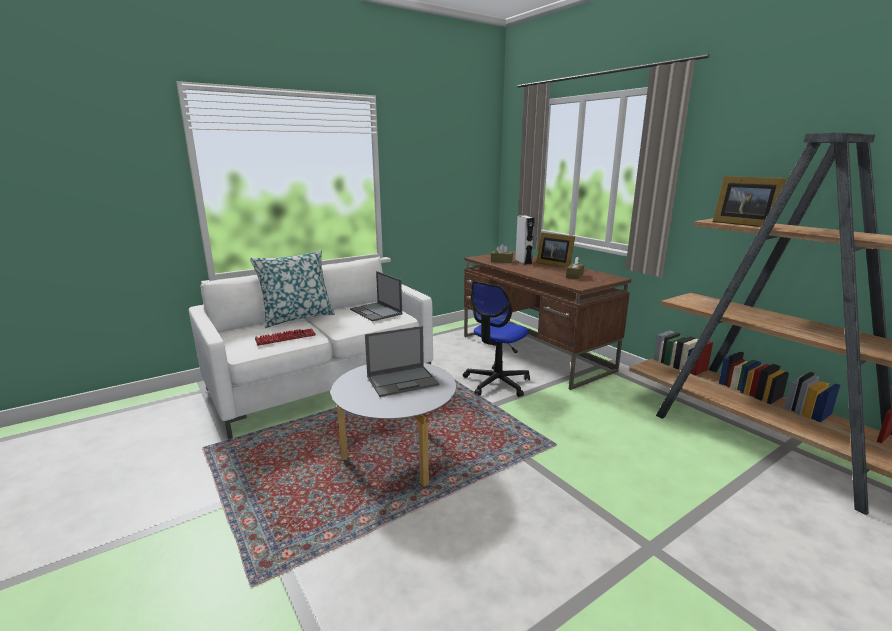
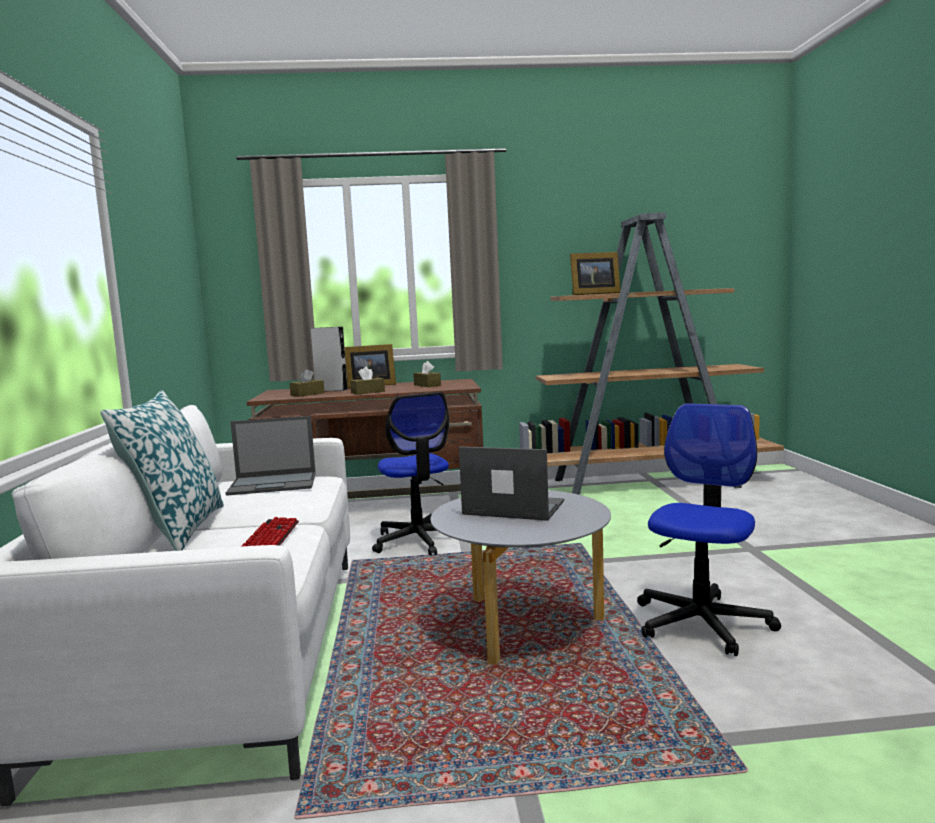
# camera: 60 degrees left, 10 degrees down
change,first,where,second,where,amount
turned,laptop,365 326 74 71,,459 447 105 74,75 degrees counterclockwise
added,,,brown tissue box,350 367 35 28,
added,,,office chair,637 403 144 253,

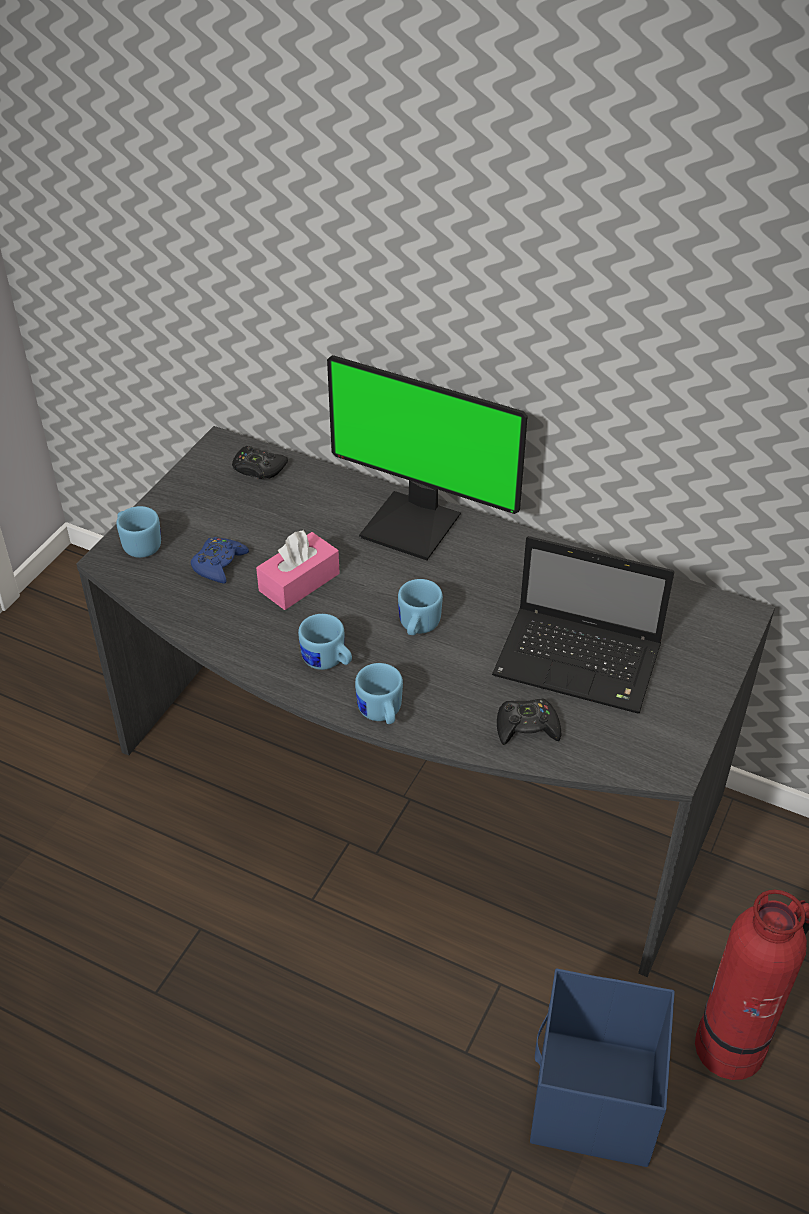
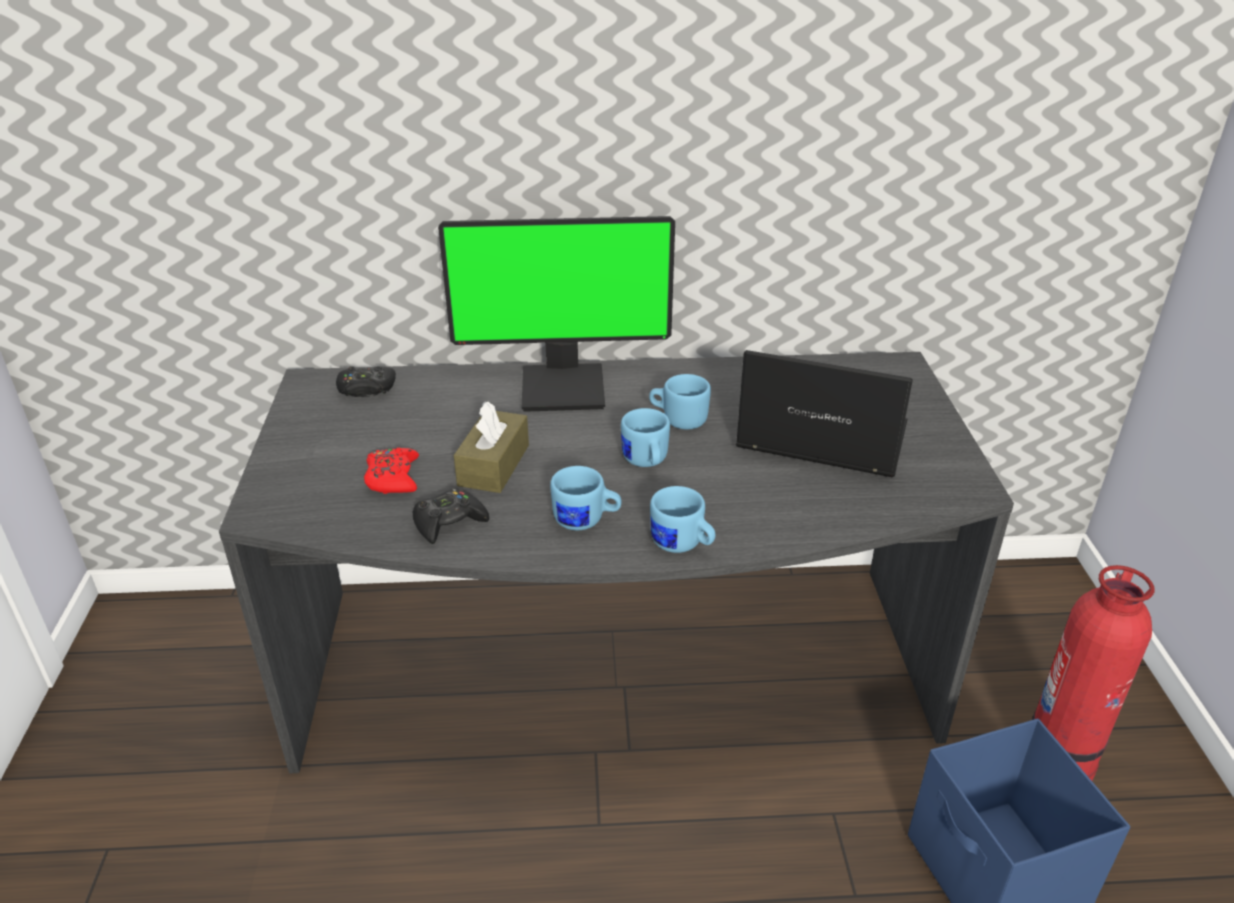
# camera: 30 degrees left, 10 degrees down
change,first,where,second,where,amount
moved,blue mug,116 506 45 52,,649 374 62 55,
recoloured,pink tissue box,256 530 84 80,brown tissue box,454 401 75 92,
turned,laptop,492 536 182 178,,736 350 177 128,150 degrees counterclockwise
recoloured,blue game controller,191 537 58 47,red game controller,364 447 55 47,
moved,black game controller,497 698 64 47,,413 488 76 56,

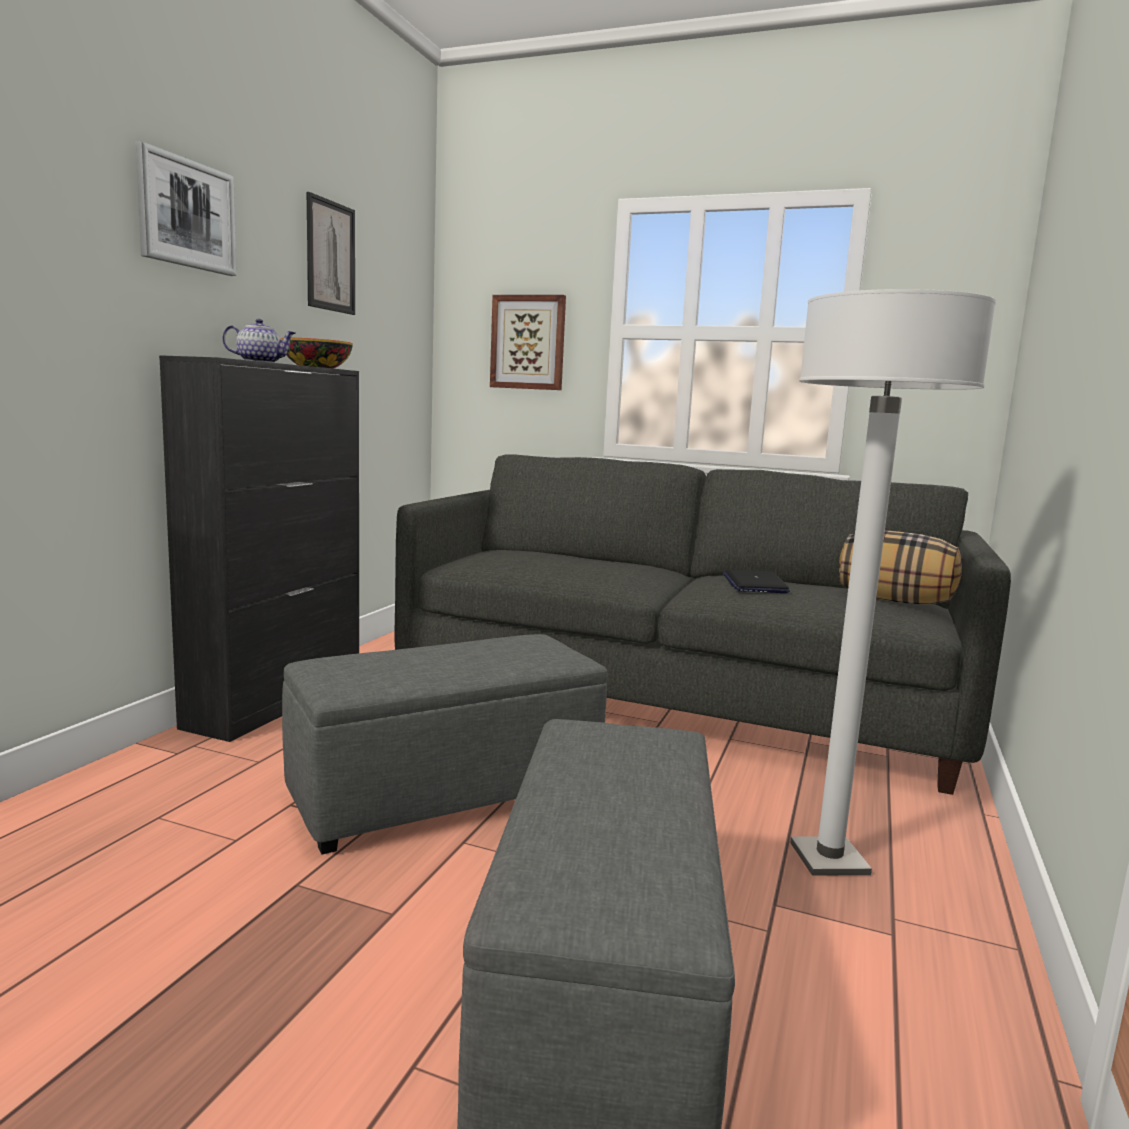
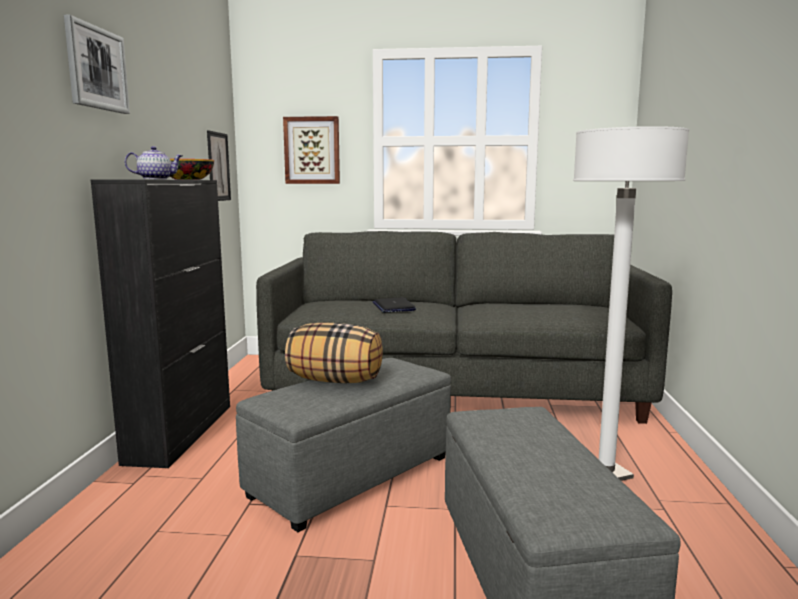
# camera: 15 degrees left, 0 degrees up
change,first,where,second,where,amount
moved,picture,307 192 48 123,,207 130 24 71,
moved,pillow,839 530 123 75,,285 322 98 61,
moved,laptop,723 570 67 23,,372 297 44 15,

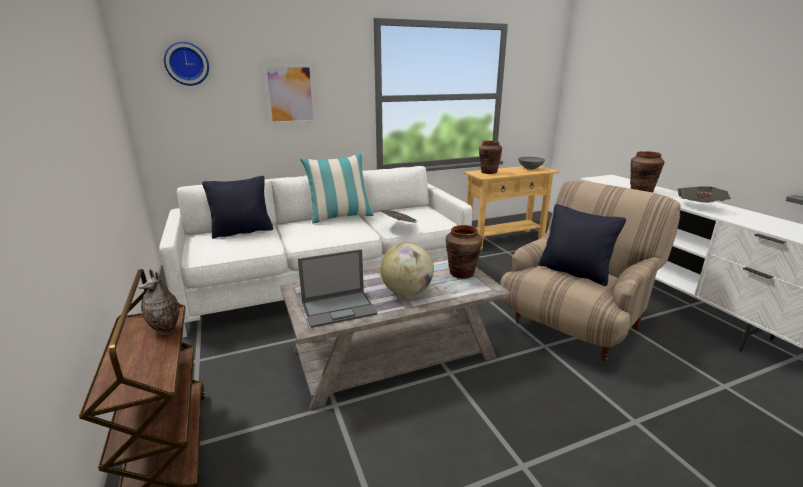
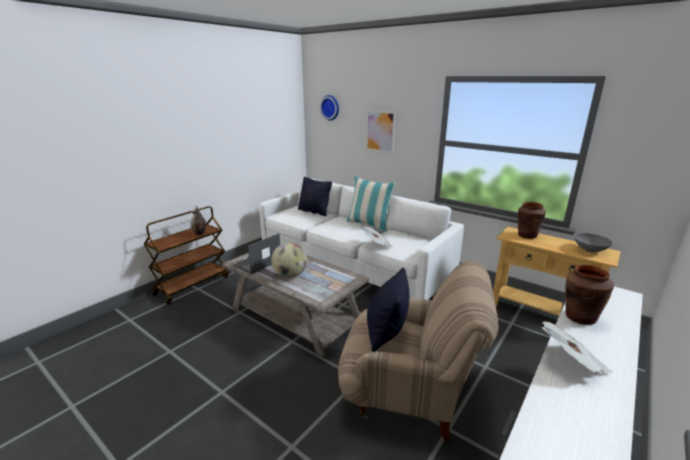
# camera: 60 degrees right, 0 degrees up
change,first,where,second,where,amount
removed,brown vase,446 225 36 54,,,
turned,laptop,298 249 79 79,,233 233 47 41,90 degrees clockwise

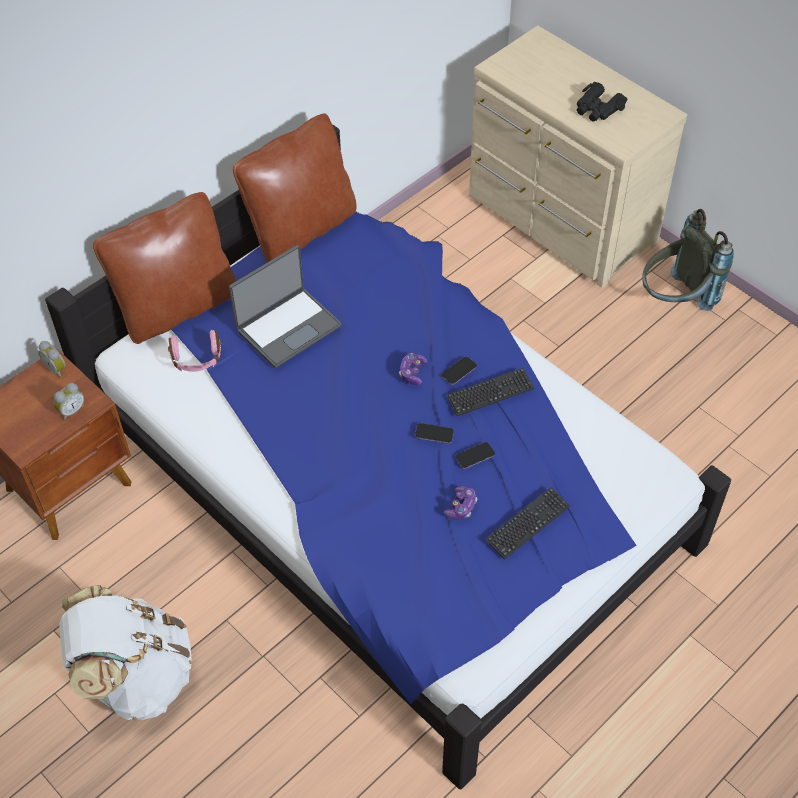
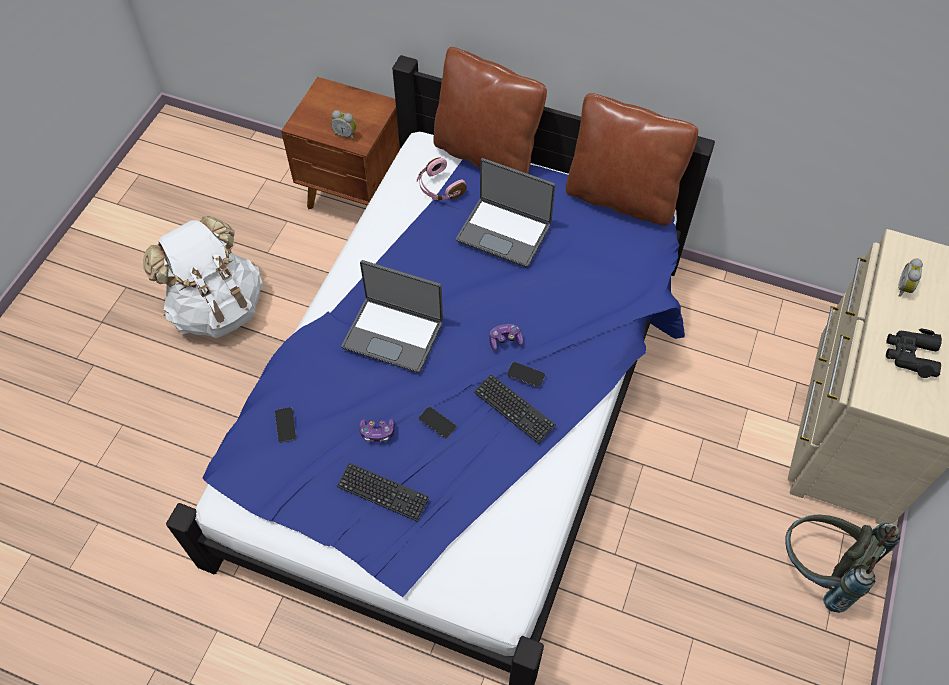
# camera: 65 degrees right, 5 degrees up
change,first,where,second,where,amount
moved,alarm clock,38 341 28 37,,898 258 25 39,
moved,phone,415 423 39 21,,275 407 22 36,
added,,,laptop,341 260 102 113,

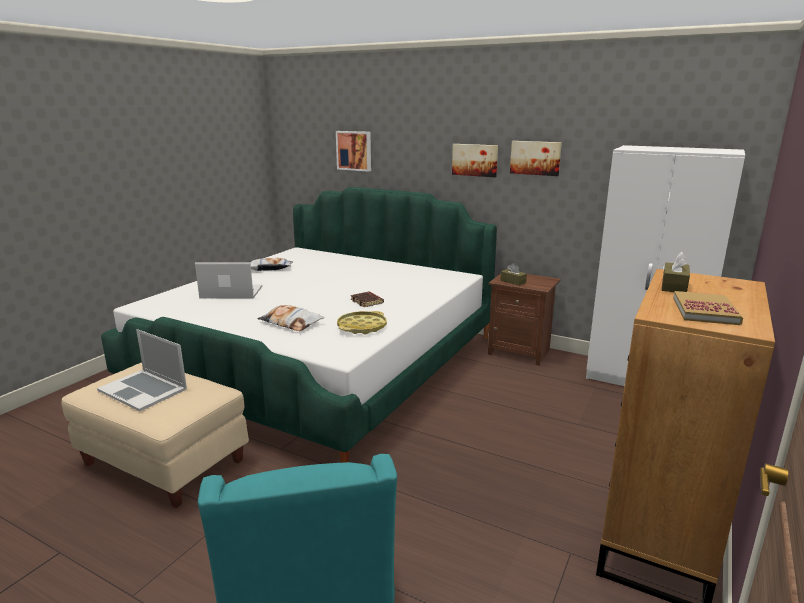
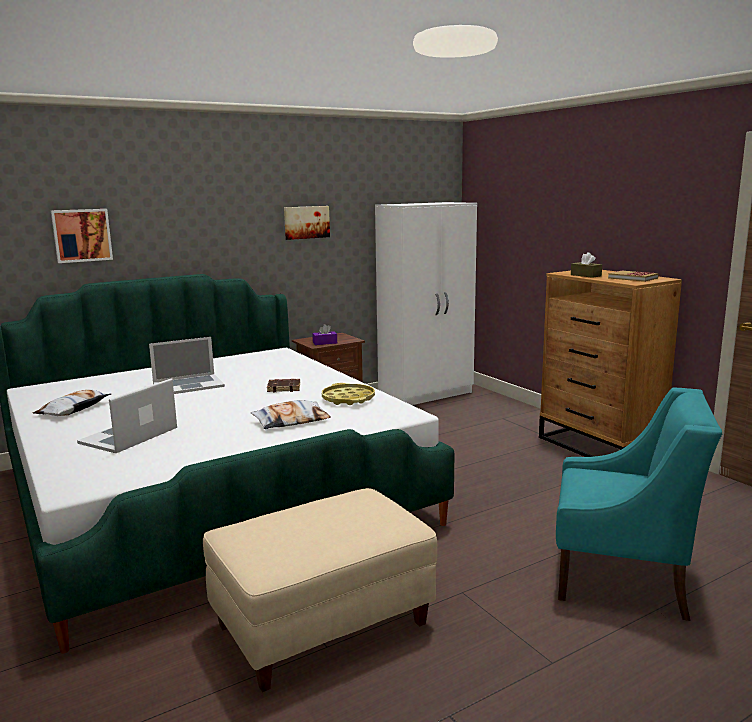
# camera: 60 degrees left, 5 degrees down
change,first,where,second,where,amount
removed,picture,452 144 46 33,,,
recoloured,brown tissue box,500 263 27 23,purple tissue box,313 324 24 21,
moved,laptop,97 329 90 82,,149 337 76 57,

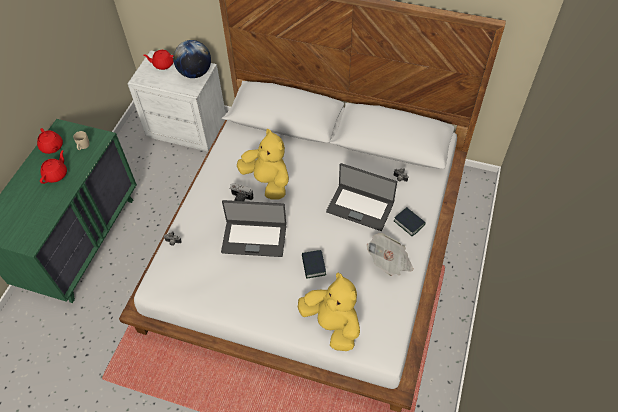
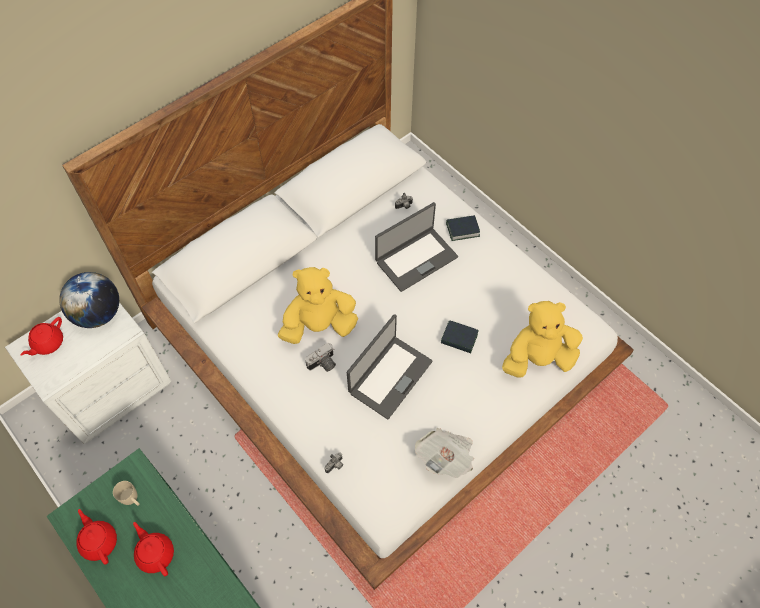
# camera: 60 degrees left, 5 degrees up
change,first,where,second,where,amount
turned,red teapot,37 128 26 26,,76 509 41 56,120 degrees counterclockwise
moved,newspaper,367 233 47 43,,415 428 59 50,

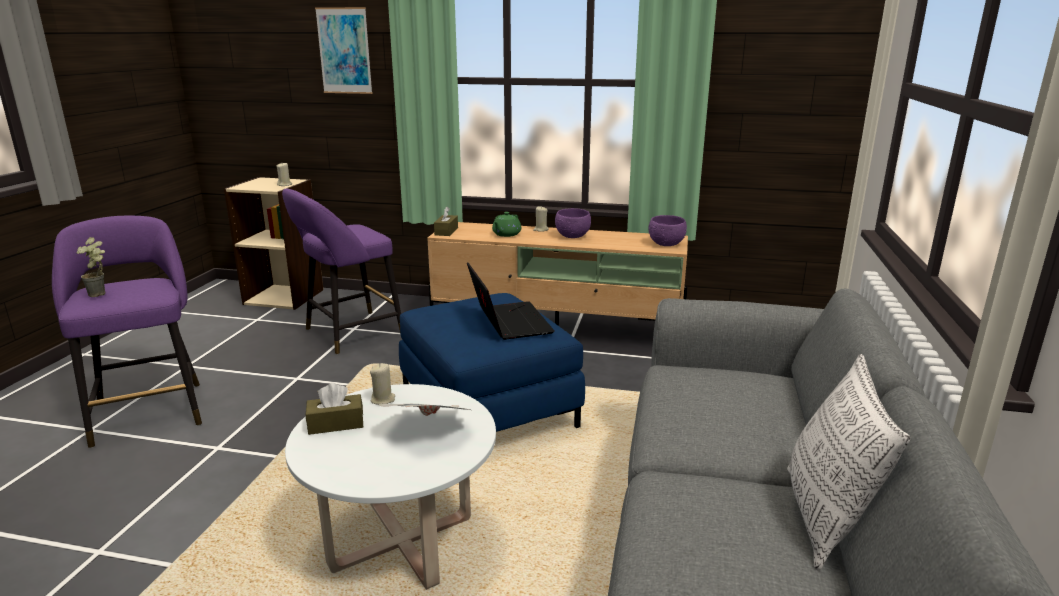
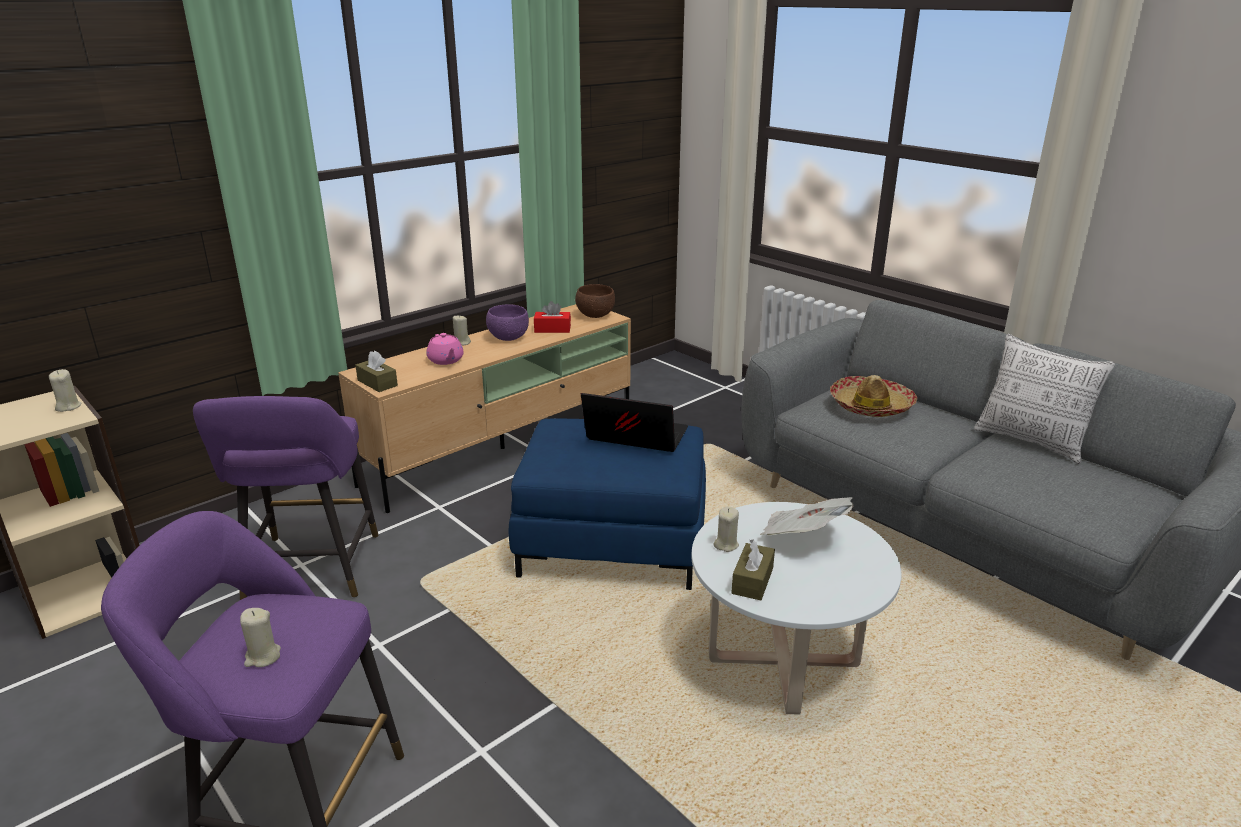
# camera: 55 degrees left, 5 degrees up
change,first,where,second,where,amount
removed,picture,315 7 58 87,,,
recoloured,green teapot,492 212 29 25,pink teapot,426 333 38 32,
recoloured,purple bowl,649 215 38 31,brown bowl,575 284 40 34,
replaced,potted plant,77 237 28 60,beige candle,240 608 41 59,
added,,,red tissue box,534 301 37 32,
added,,,hat,830 375 87 42,

